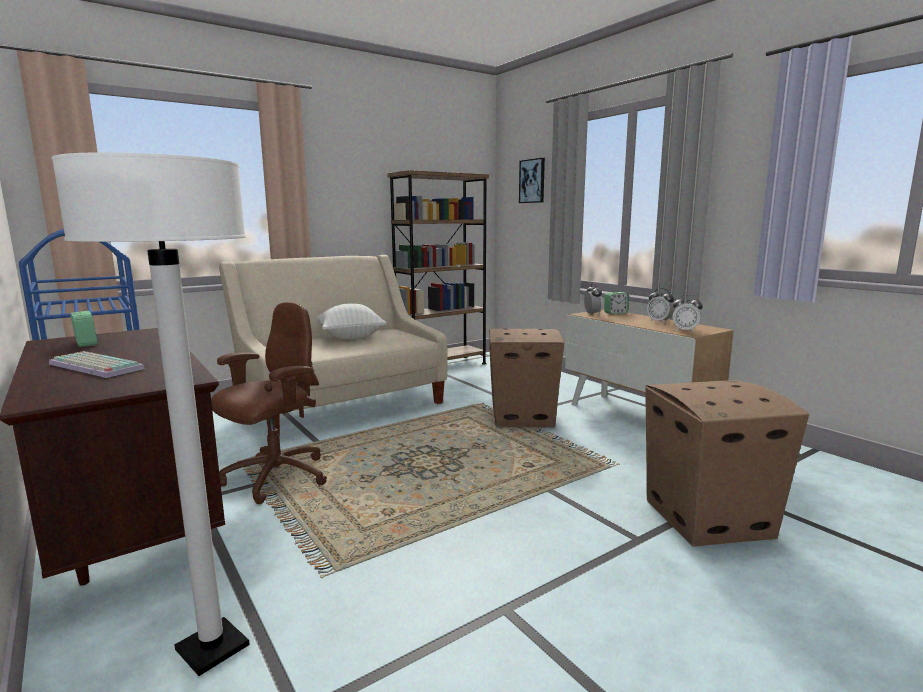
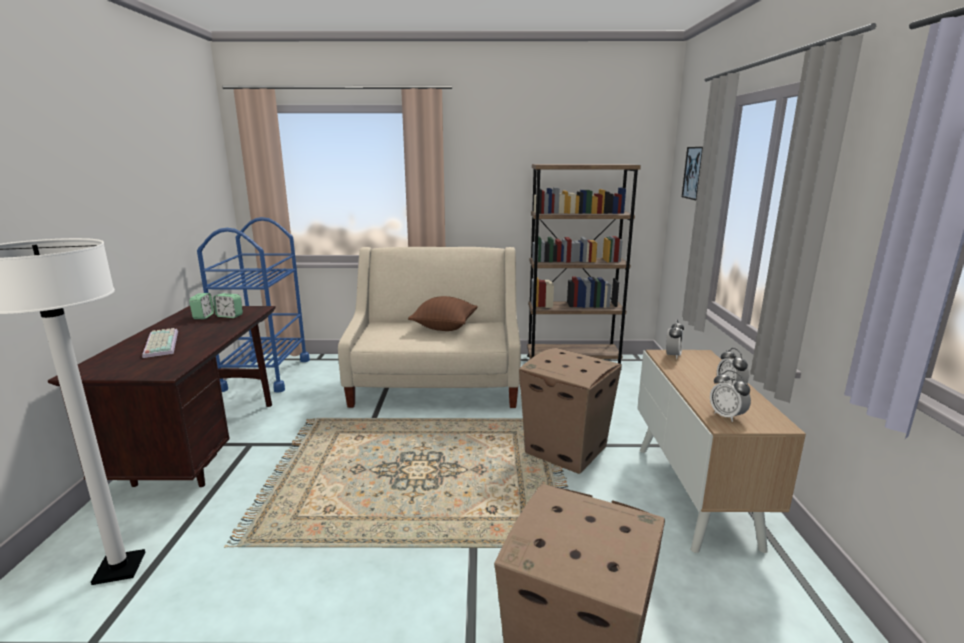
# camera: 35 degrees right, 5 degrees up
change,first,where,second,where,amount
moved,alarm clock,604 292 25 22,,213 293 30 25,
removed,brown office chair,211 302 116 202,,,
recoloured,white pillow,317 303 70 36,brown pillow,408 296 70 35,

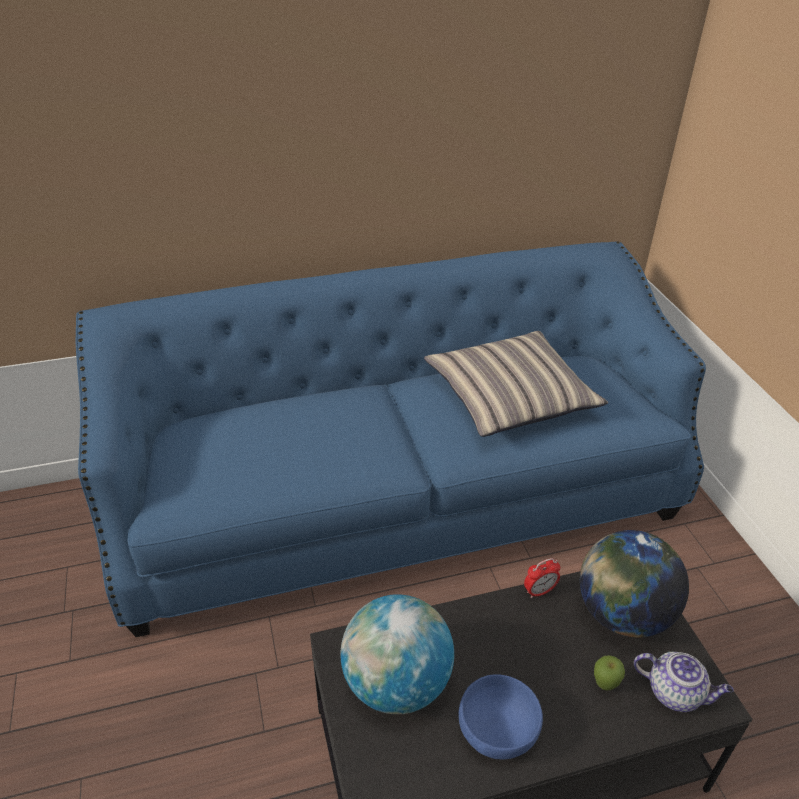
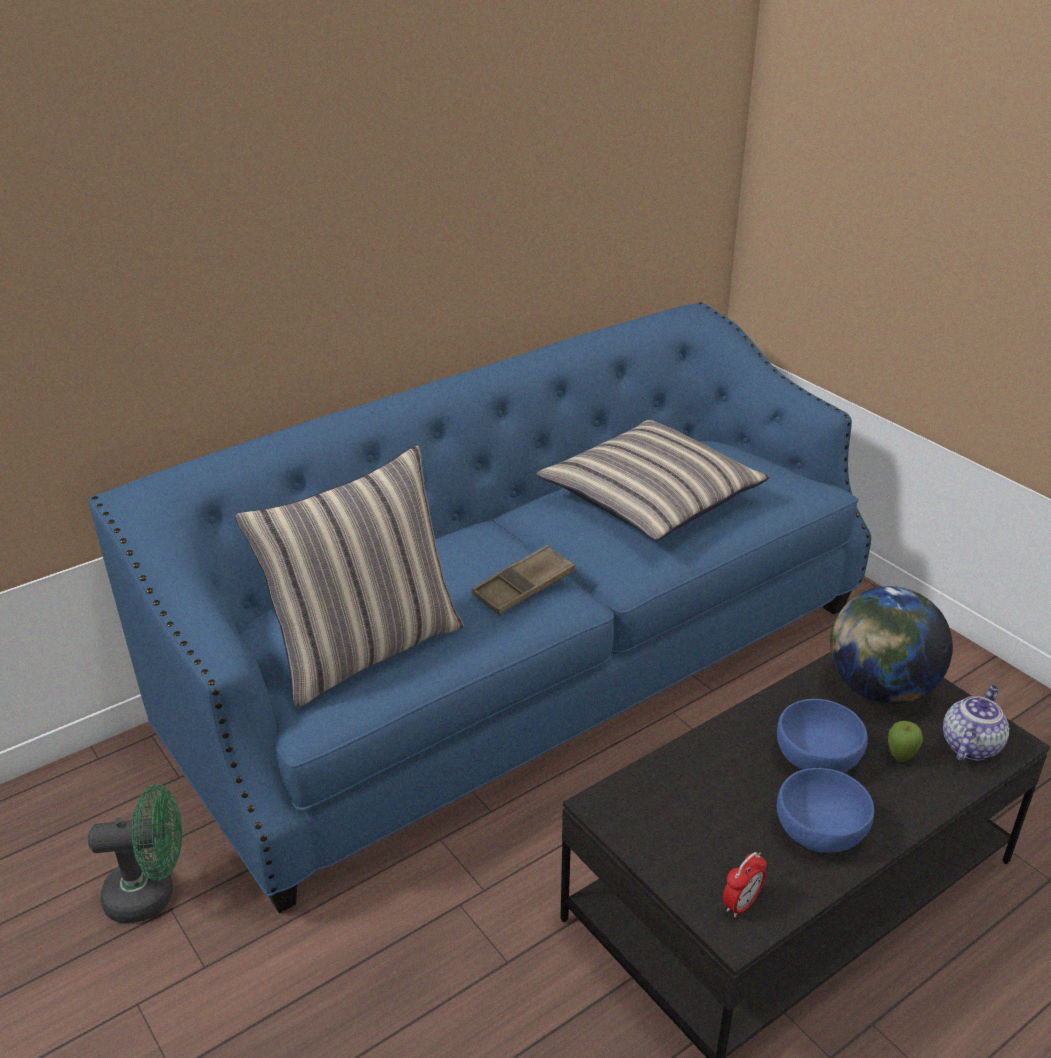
# camera: 20 degrees left, 5 degrees down
change,first,where,second,where,amount
moved,alarm clock,524 558 36 40,,723 852 44 66,
removed,globe,341 594 113 120,,,
turned,teapot,634 652 100 60,,943 685 66 76,60 degrees counterclockwise
added,,,pillow,235 445 229 262,
added,,,brown tray,472 545 103 70,
added,,,blue bowl,777 699 91 74,
added,,,green fan,88 784 94 139,

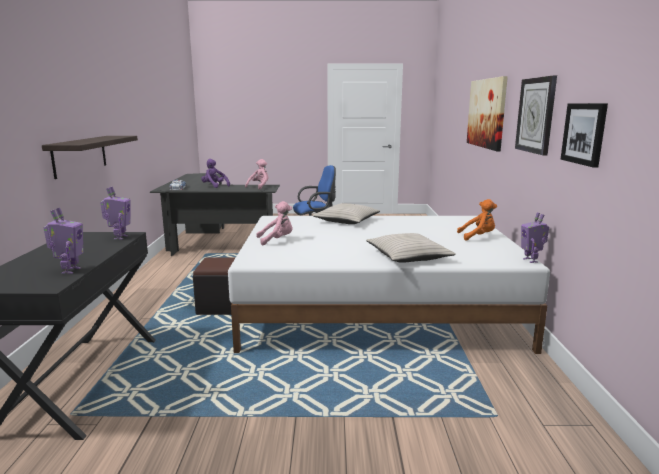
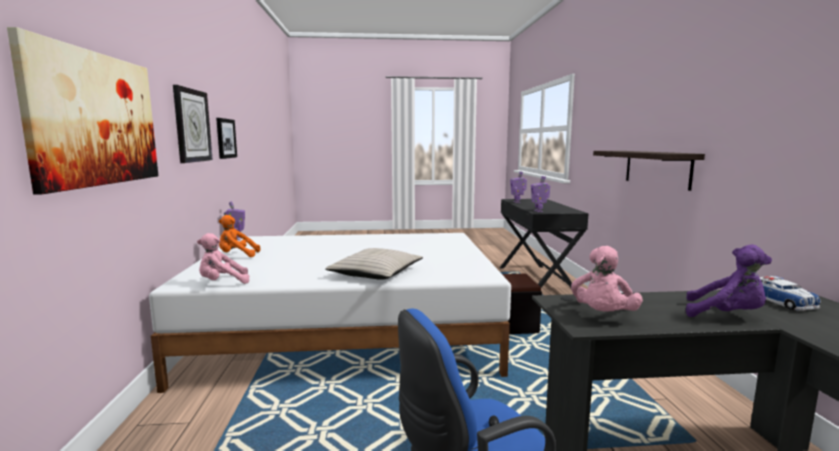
# camera: 175 degrees right, 5 degrees down
change,first,where,second,where,amount
moved,pink plush toy,256 201 36 45,,197 233 53 51,
removed,beige pillow,366 233 90 30,,,

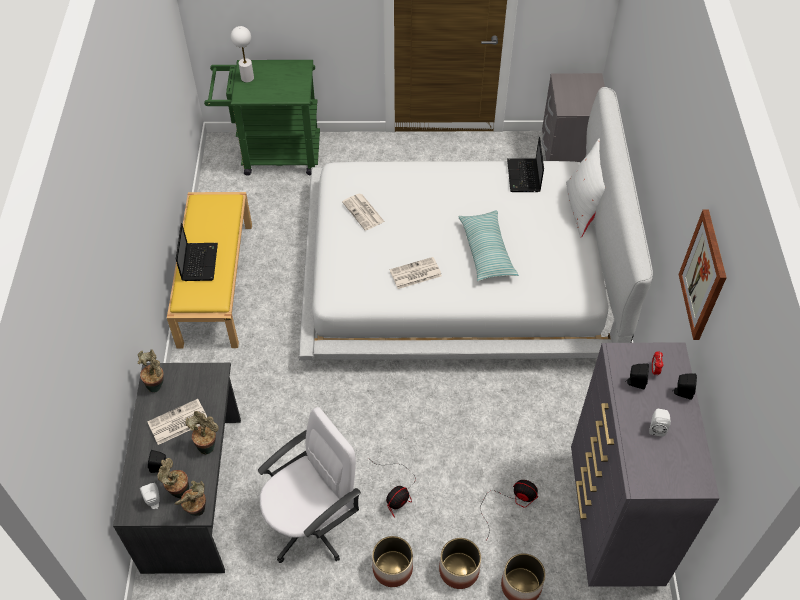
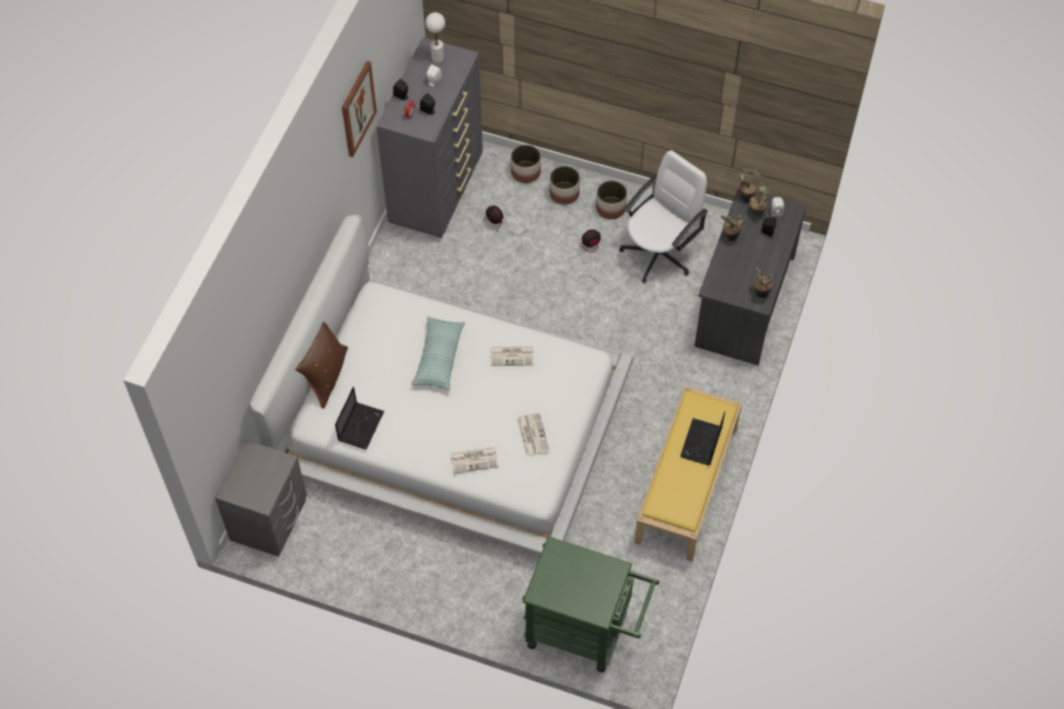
# camera: 160 degrees left, 5 degrees up
change,first,where,second,where,amount
moved,white table lamp,231 26 23 57,,425 12 20 51,
recoloured,white pillow,566 139 39 98,brown pillow,295 322 53 87,
moved,newspaper,147 399 60 46,,450 447 49 26,
turned,white office chair,258 407 103 156,,619 150 89 133,150 degrees clockwise

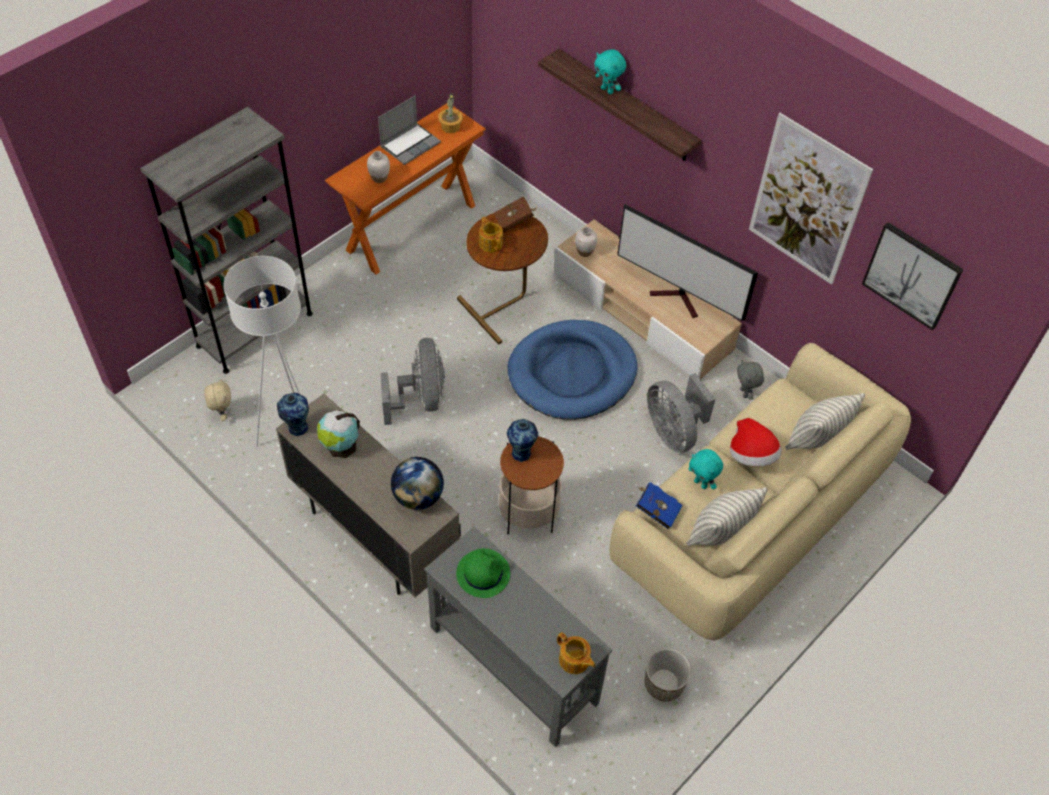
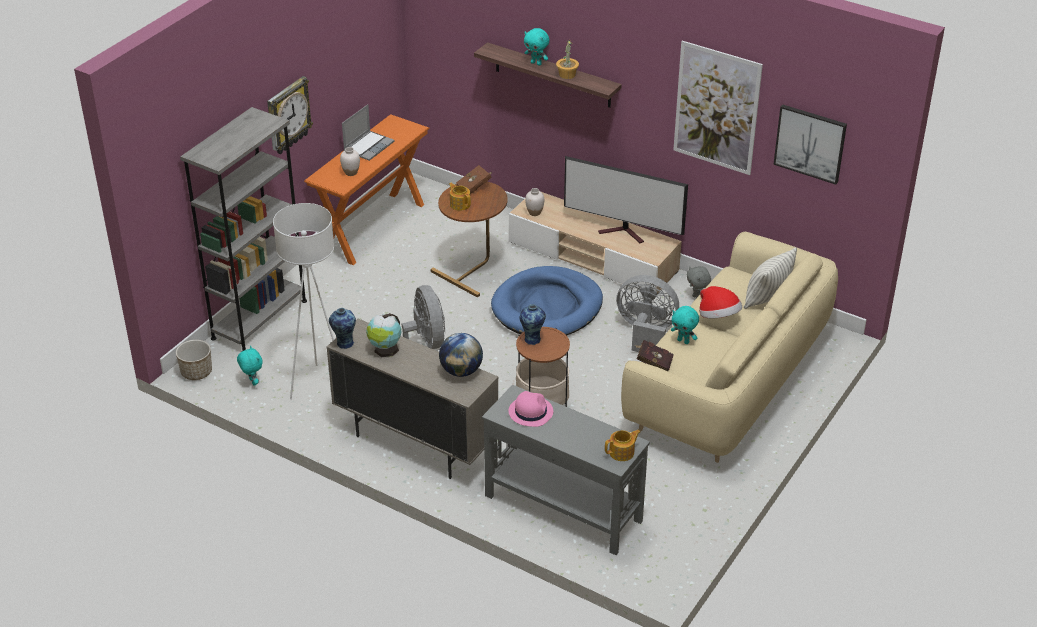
# camera: 10 degrees left, 15 degrees down
change,first,where,second,where,amount
moved,potted plant,438 93 25 40,,556 40 23 39,
turned,grey fan,647 373 68 80,,617 275 62 77,150 degrees clockwise
recoloured,beige plush toy,204 379 27 42,turquoise plush toy,237 346 26 40,
recoloured,blue book,636 482 47 47,red book,634 340 40 31,
removed,pillow,687 487 81 59,,,
recoloured,green hat,456 548 54 50,pink hat,509 391 44 36,
turned,teapot,557 632 38 42,,605 430 36 31,60 degrees counterclockwise
moved,planter,645 648 46 54,,176 340 36 40,
added,,,wall clock,267 76 46 78,

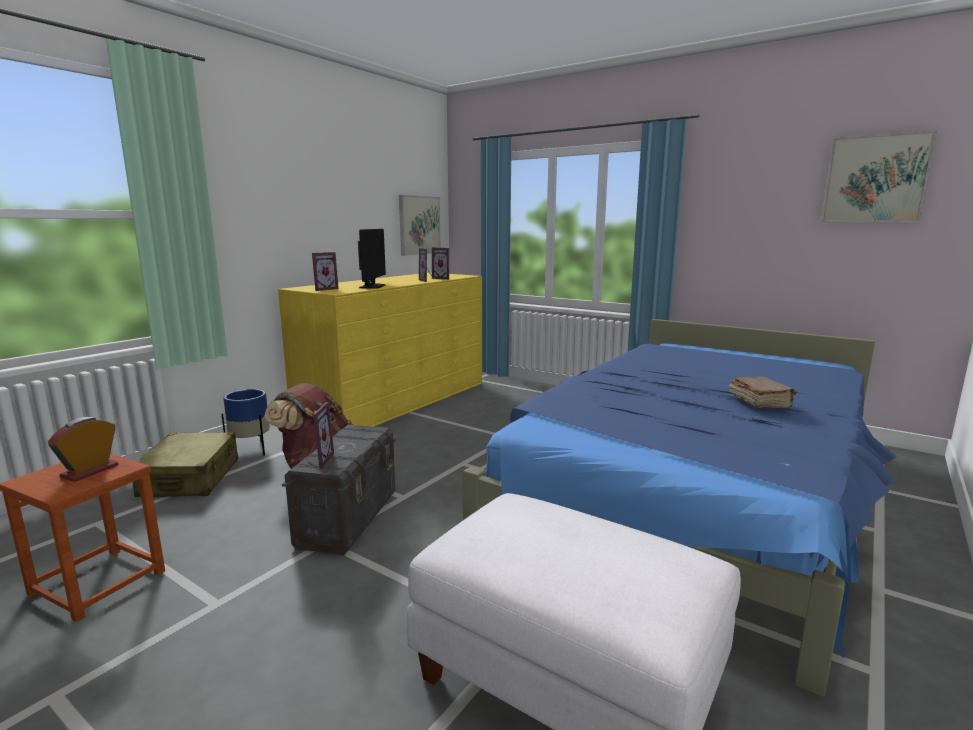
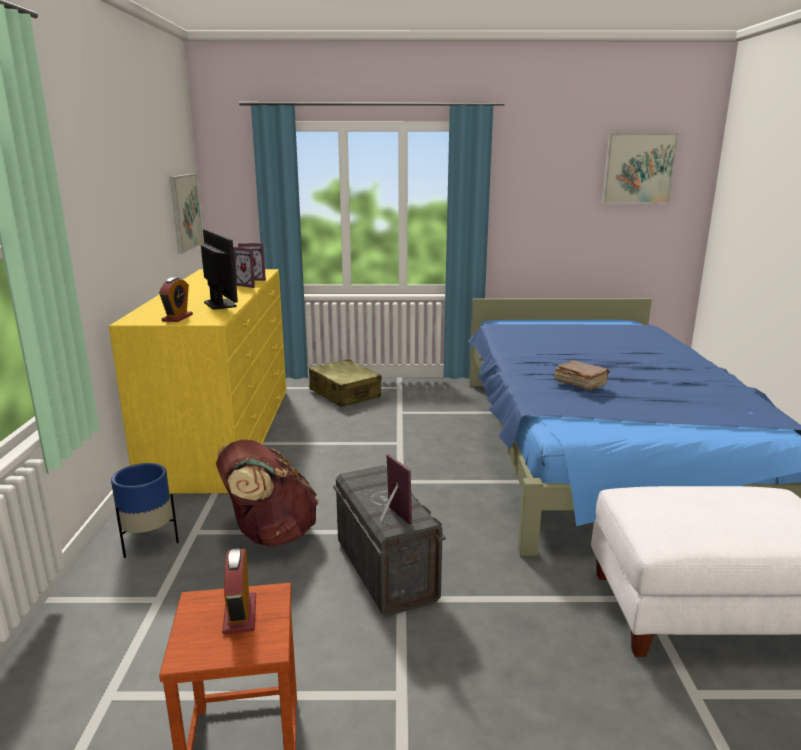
# camera: 35 degrees left, 5 degrees up
change,first,where,second,where,amount
replaced,picture frame,312 252 27 39,alarm clock,159 277 34 45,
moved,brown book,729 376 68 32,,554 360 56 30,
moved,beige suitcase,132 432 106 65,,309 359 73 48,

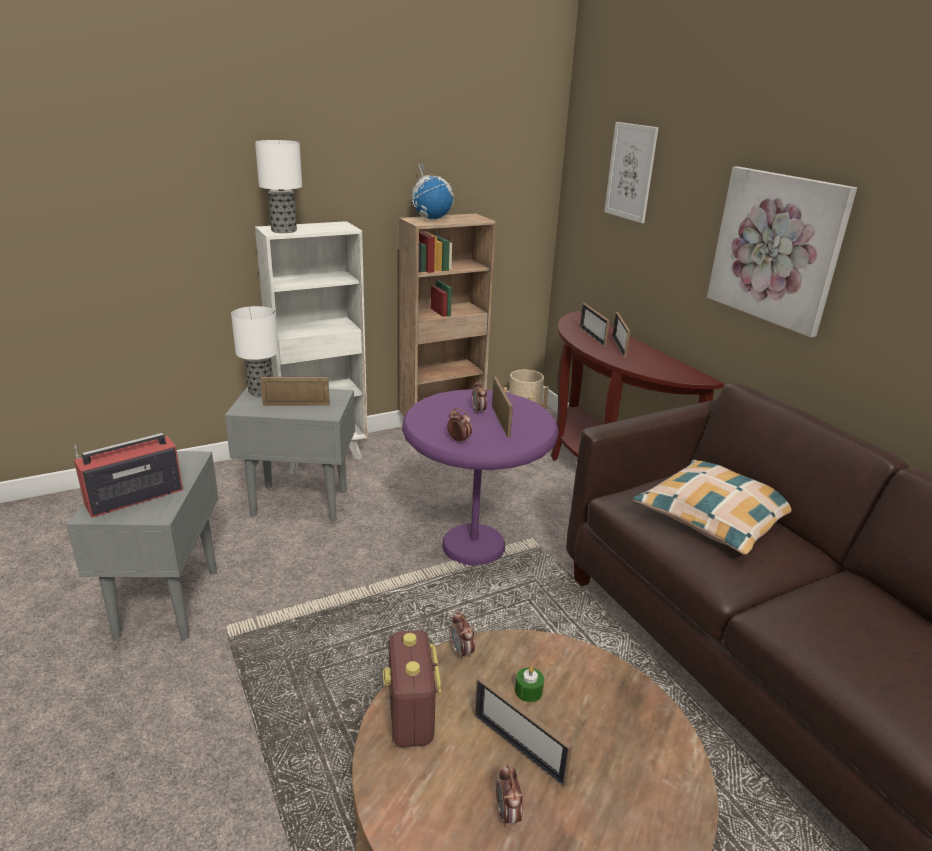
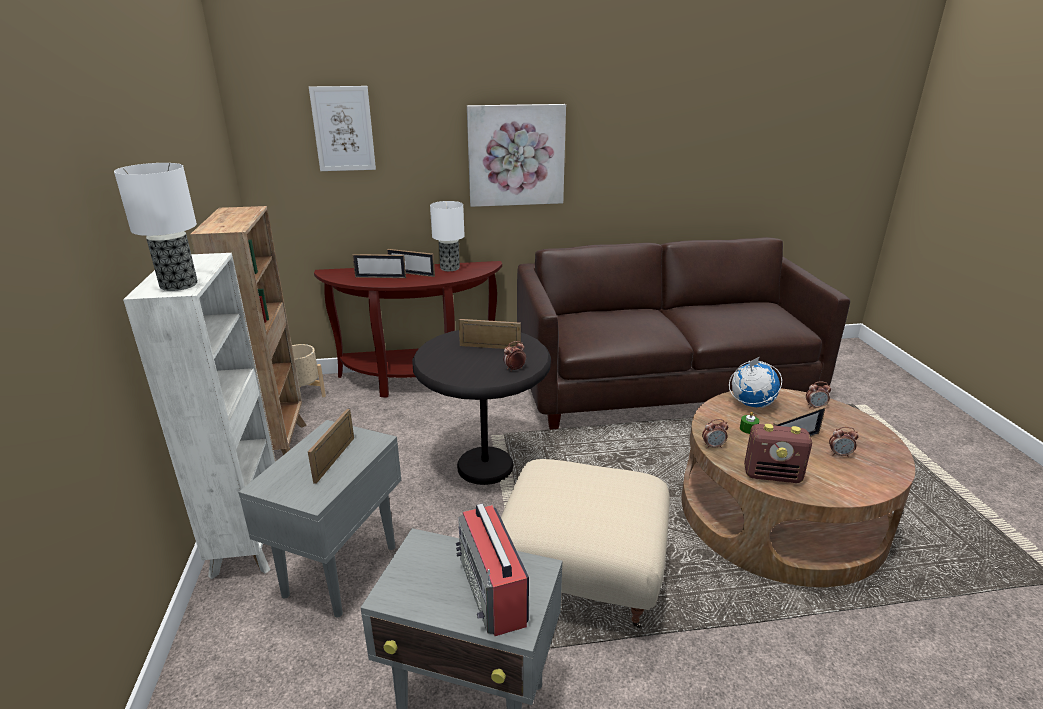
# camera: 70 degrees left, 0 degrees up
change,first,where,second,where,amount
moved,globe,409 162 45 57,,729 357 53 51,
moved,table lamp,231 306 48 90,,430 201 35 70,
moved,alarm clock,472 380 15 33,,806 382 25 26,
recoloured,purple side table,402 389 157 177,black side table,412 330 139 155,
removed,pillow,632 460 160 95,,,
added,,,beige ottoman,501 459 169 169,

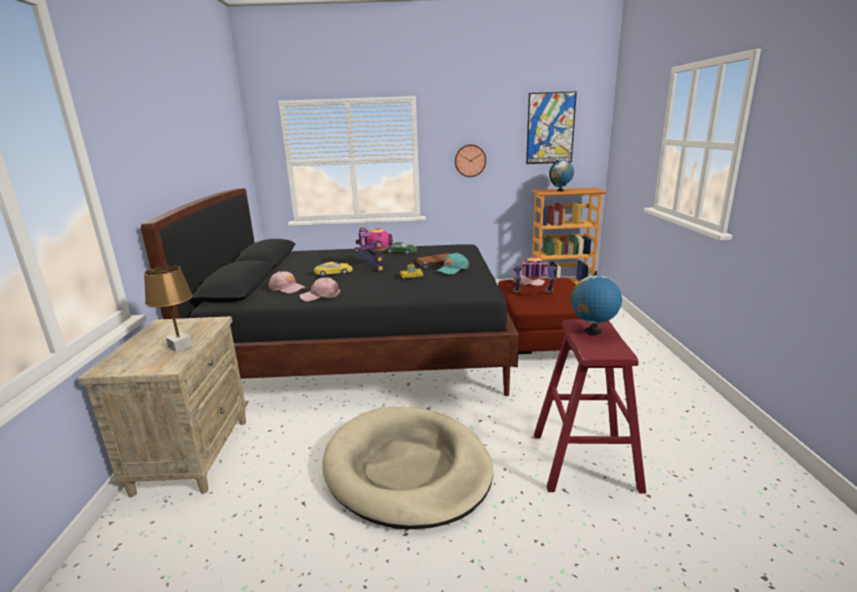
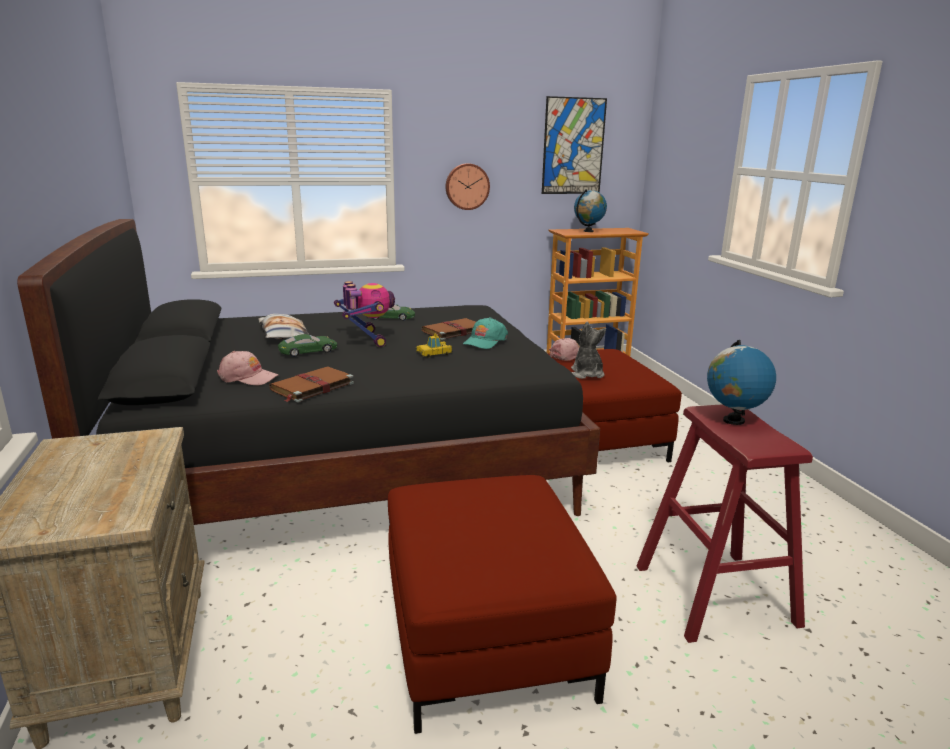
# camera: 15 degrees left, 0 degrees up
change,first,where,second,where,amount
replaced,toy robot,513 257 43 37,plush toy,571 322 35 57,
recoloured,yellow toy car,314 262 38 14,green toy car,278 334 59 23,
removed,brown table lamp,144 266 49 86,,,
replaced,pink cap,299 277 42 24,brown book,269 366 85 36,
replaced,beige dog bed,322 407 171 122,red ottoman,388 475 229 259,
added,,,pillow,258 314 51 25,

